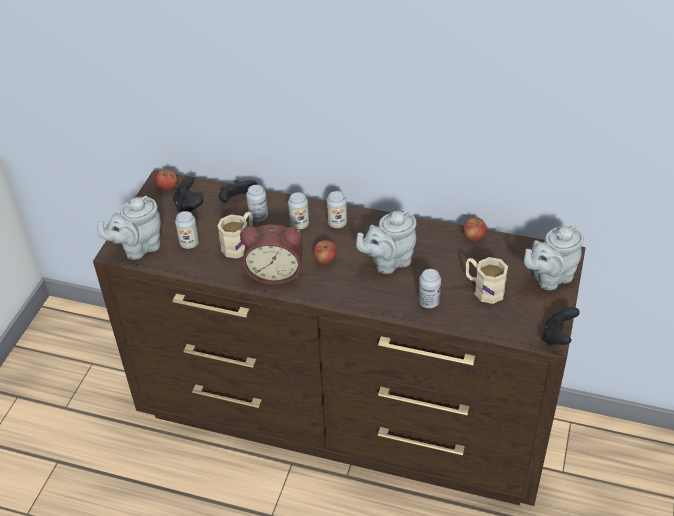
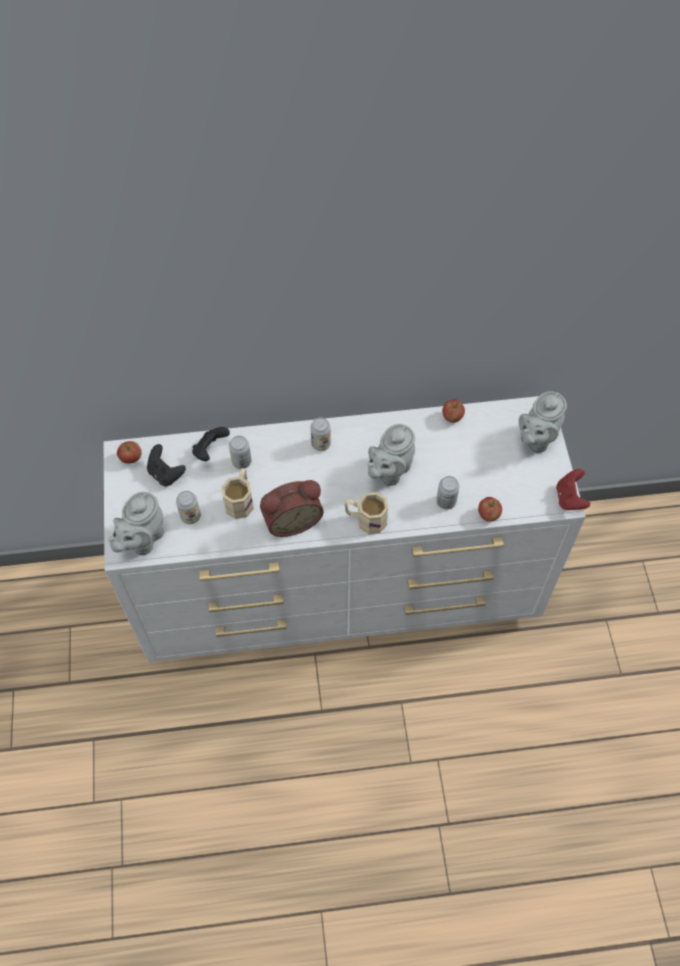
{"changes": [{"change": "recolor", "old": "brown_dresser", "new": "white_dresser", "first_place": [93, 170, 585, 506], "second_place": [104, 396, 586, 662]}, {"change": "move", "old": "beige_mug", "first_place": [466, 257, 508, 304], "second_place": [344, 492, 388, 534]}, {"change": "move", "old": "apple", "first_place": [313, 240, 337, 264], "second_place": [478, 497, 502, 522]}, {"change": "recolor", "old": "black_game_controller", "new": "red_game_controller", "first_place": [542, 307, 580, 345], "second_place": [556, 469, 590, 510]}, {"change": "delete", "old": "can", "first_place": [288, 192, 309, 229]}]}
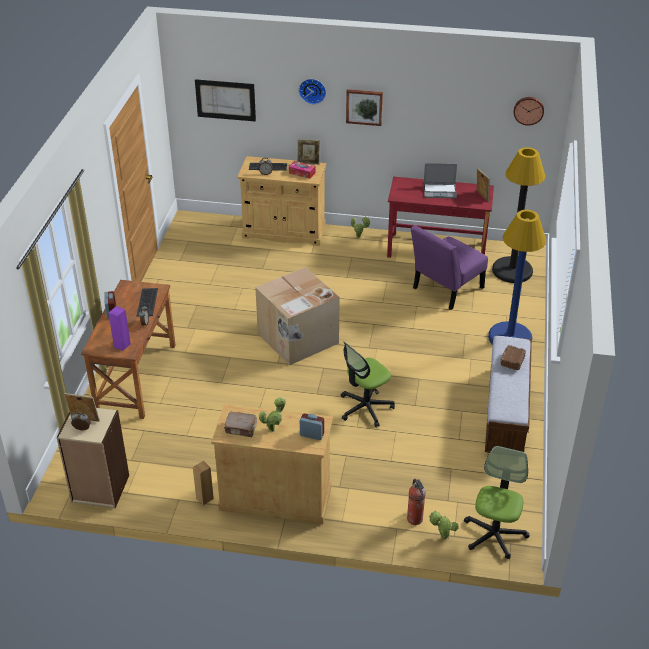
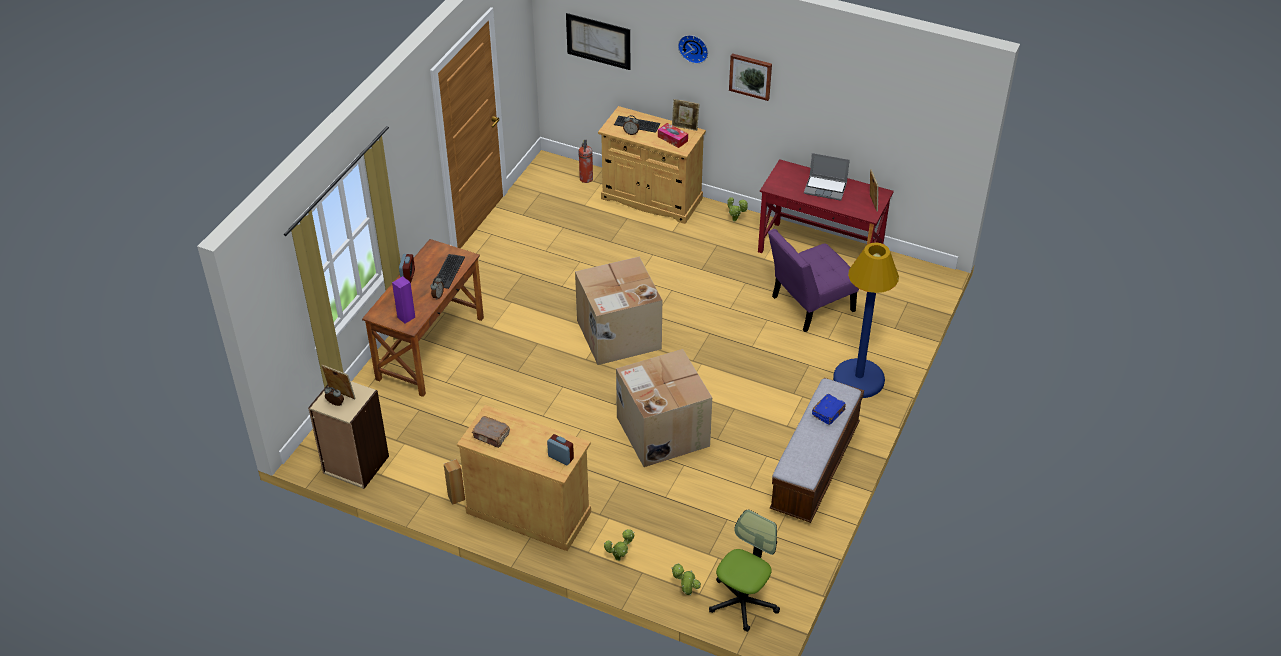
{"changes": [{"change": "move", "old": "fire_extinguisher", "first_place": [407, 479, 426, 525], "second_place": [579, 140, 593, 183]}, {"change": "move", "old": "potted_plant", "first_place": [259, 397, 286, 432], "second_place": [604, 529, 635, 561]}, {"change": "replace", "old": "office_chair", "new": "cardboard_box", "first_place": [341, 341, 395, 427], "second_place": [616, 349, 712, 467]}, {"change": "recolor", "old": "brown_book", "new": "blue_book", "first_place": [500, 345, 526, 370], "second_place": [812, 394, 846, 425]}, {"change": "delete", "old": "black_floor_lamp", "first_place": [492, 147, 545, 283]}, {"change": "delete", "old": "wall_clock", "first_place": [514, 97, 544, 126]}]}
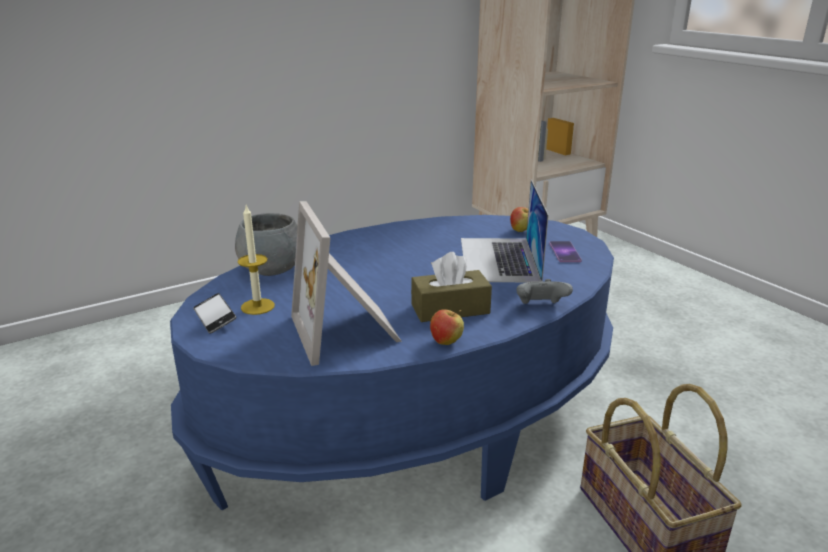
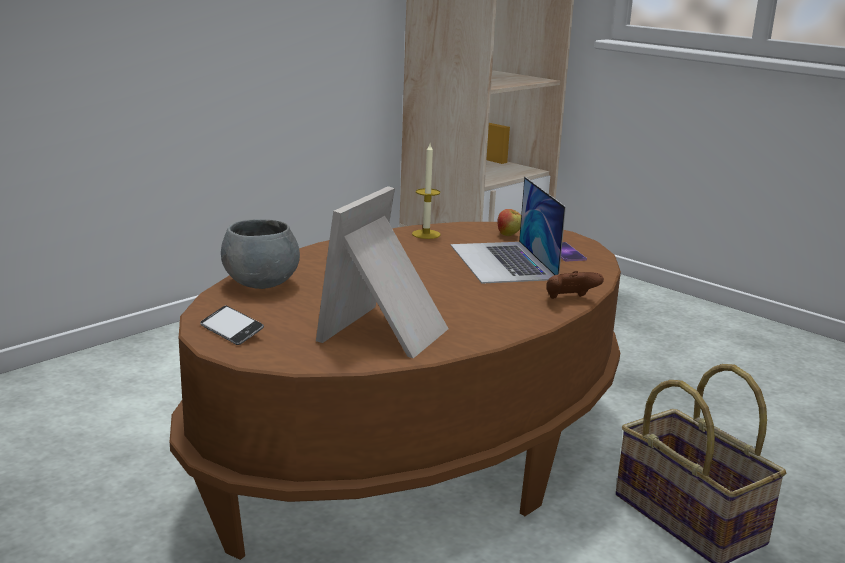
{"changes": [{"change": "recolor", "old": "blue_coffee_table", "new": "brown_coffee_table", "first_place": [170, 215, 614, 510], "second_place": [170, 222, 621, 560]}, {"change": "rotate", "old": "picture_frame", "first_place": [291, 201, 402, 366], "second_place": [316, 186, 449, 358], "degrees": 60}, {"change": "move", "old": "candle", "first_place": [238, 206, 275, 315], "second_place": [412, 144, 440, 239]}, {"change": "recolor", "old": "grey_game_controller", "new": "brown_game_controller", "first_place": [517, 279, 573, 304], "second_place": [546, 271, 604, 299]}, {"change": "delete", "old": "brown_tissue_box", "first_place": [411, 252, 492, 322]}, {"change": "delete", "old": "apple", "first_place": [430, 309, 464, 345]}]}
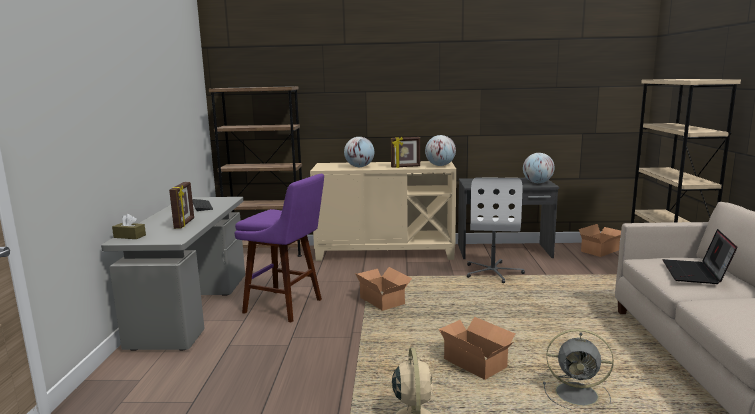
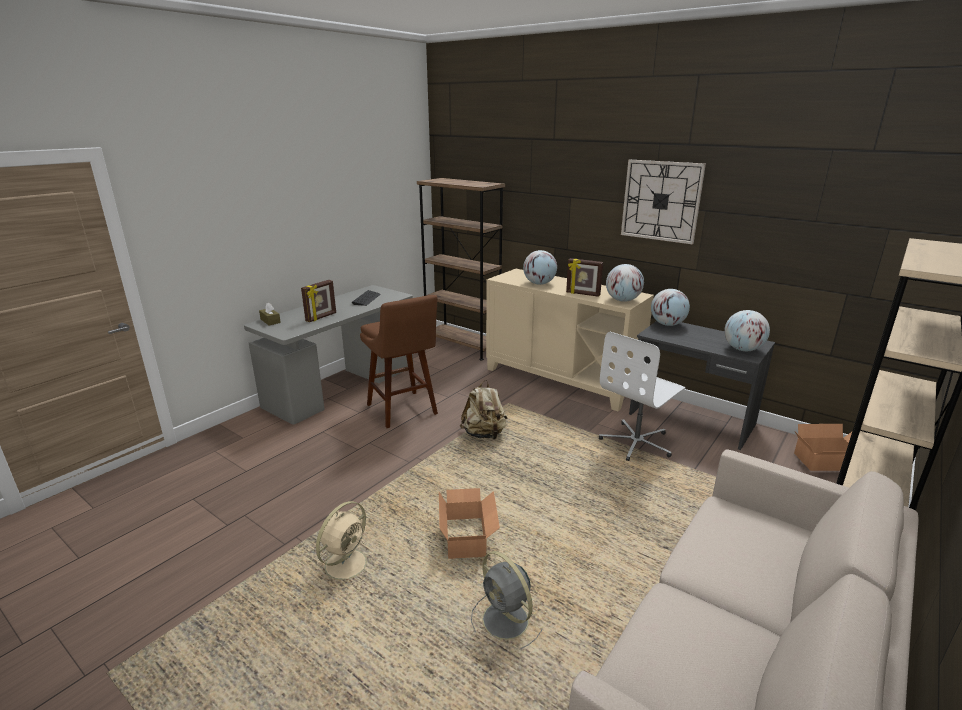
{"changes": [{"change": "recolor", "old": "purple_stool", "new": "brown_stool", "first_place": [235, 174, 324, 323], "second_place": [360, 295, 438, 428]}, {"change": "replace", "old": "cardboard_box", "new": "beige_backpack", "first_place": [355, 267, 412, 311], "second_place": [460, 380, 508, 440]}, {"change": "insert", "new": "wall_clock", "second_place": [621, 160, 706, 244]}, {"change": "insert", "new": "globe", "second_place": [651, 289, 690, 326]}, {"change": "delete", "old": "laptop", "first_place": [662, 229, 737, 284]}]}
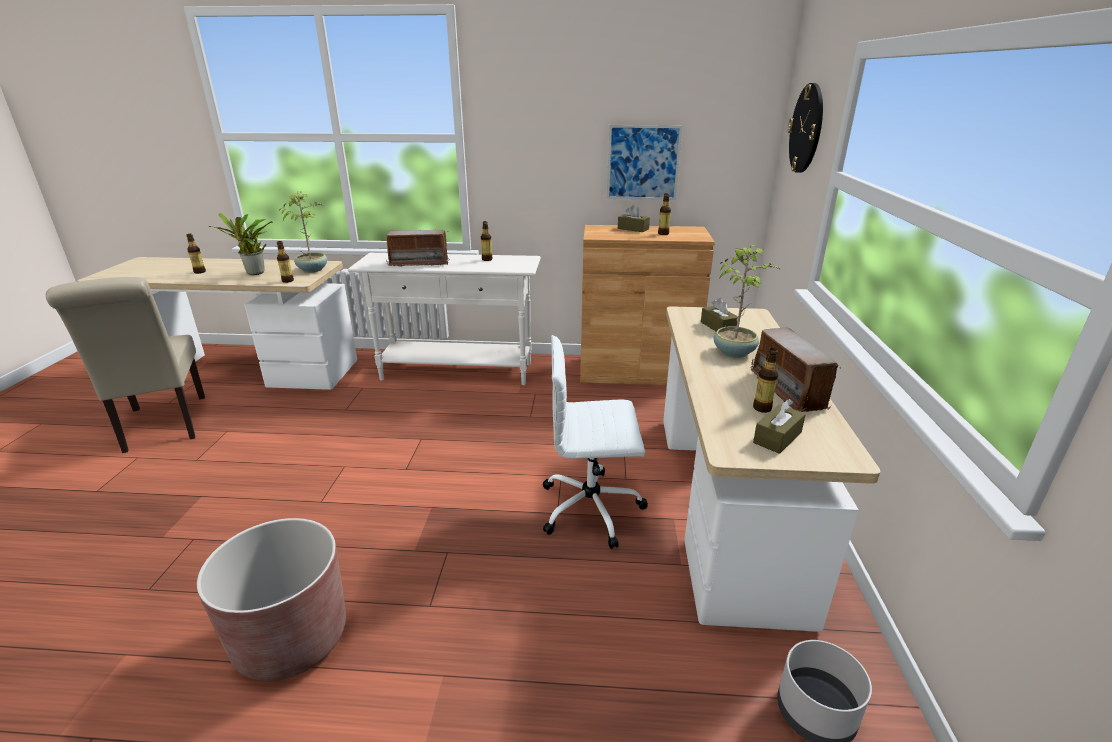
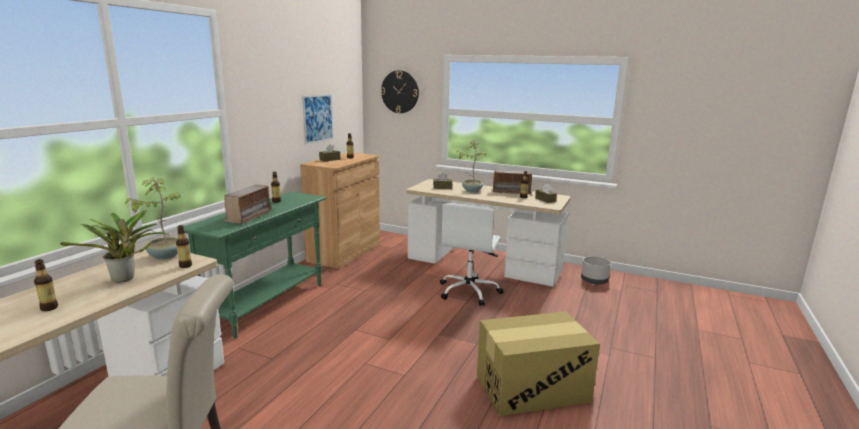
{"changes": [{"change": "recolor", "old": "white_console_table", "new": "green_console_table", "first_place": [348, 253, 541, 385], "second_place": [177, 192, 326, 339]}, {"change": "replace", "old": "brown_planter", "new": "cardboard_box", "first_place": [197, 518, 346, 681], "second_place": [477, 311, 600, 416]}]}
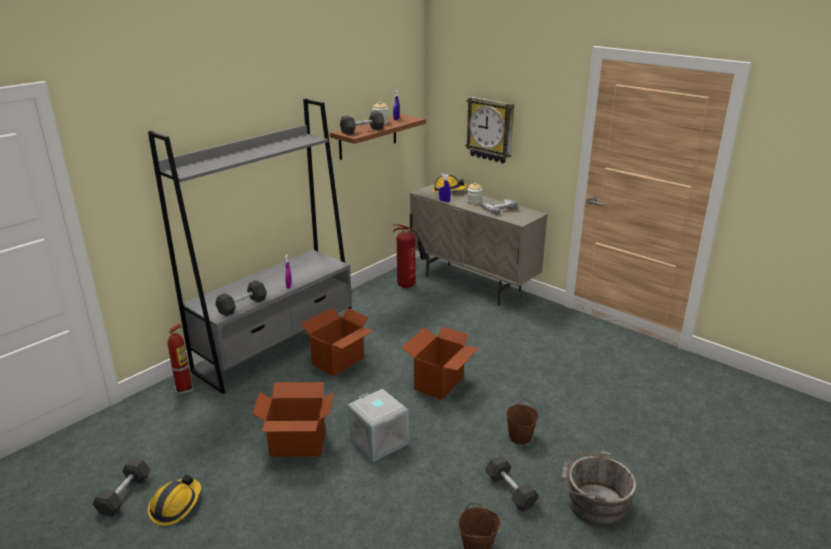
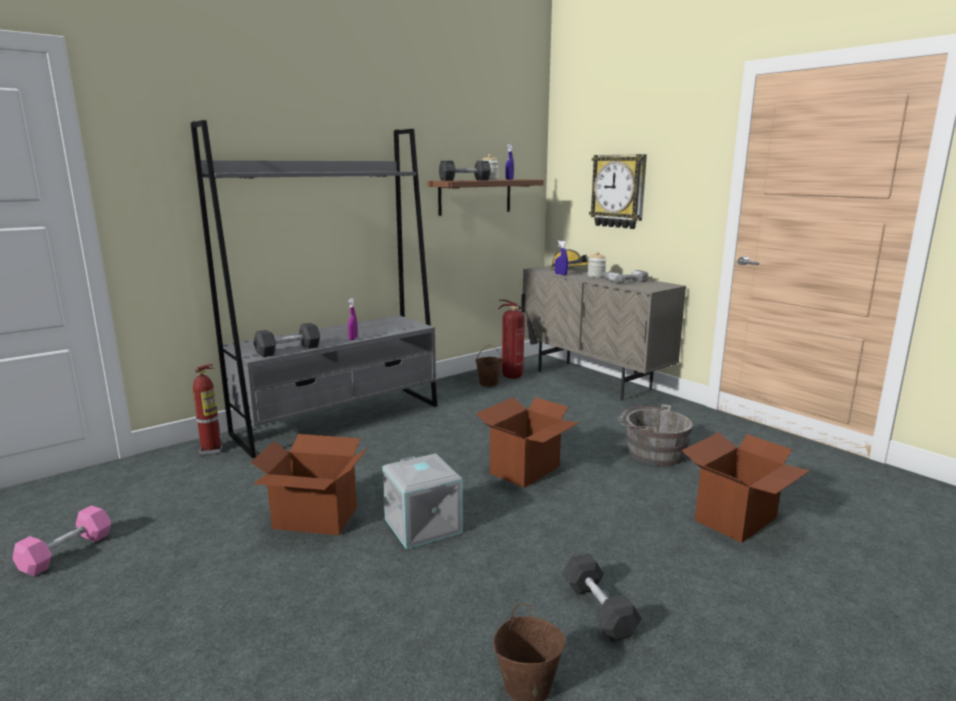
{"changes": [{"change": "recolor", "old": "grey_dumbbell", "new": "pink_dumbbell", "first_place": [93, 458, 150, 517], "second_place": [12, 506, 111, 576]}, {"change": "move", "old": "brown_bucket", "first_place": [506, 399, 538, 445], "second_place": [476, 345, 503, 387]}, {"change": "move", "old": "grey_bucket", "first_place": [561, 451, 637, 527], "second_place": [618, 404, 693, 466]}, {"change": "move", "old": "cardboard_box", "first_place": [300, 308, 373, 377], "second_place": [682, 432, 810, 543]}, {"change": "delete", "old": "hard_hat", "first_place": [148, 475, 201, 526]}]}
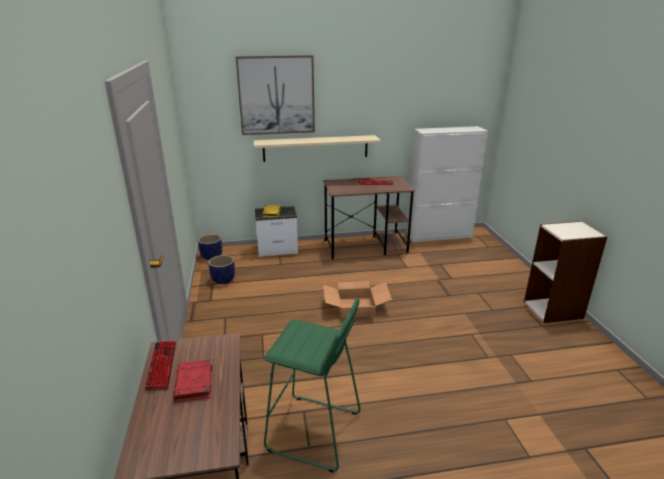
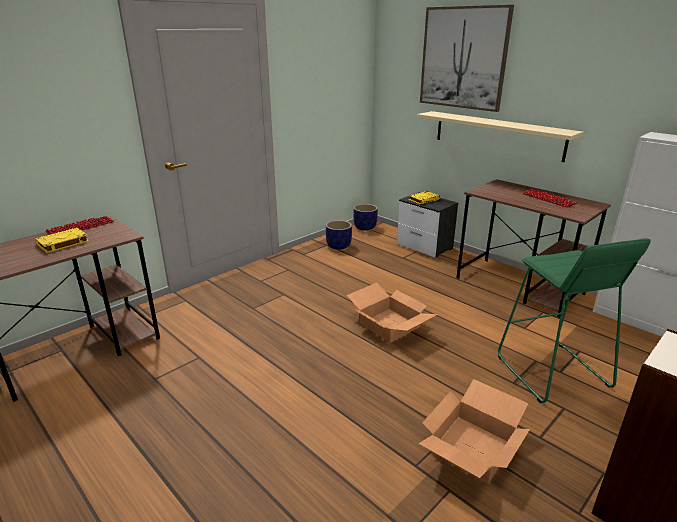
{"changes": [{"change": "recolor", "old": "red_book", "new": "yellow_book", "first_place": [173, 359, 212, 402], "second_place": [35, 228, 89, 253]}, {"change": "insert", "new": "cardboard_box", "second_place": [418, 379, 530, 484]}, {"change": "move", "old": "green_stool", "first_place": [264, 298, 361, 472], "second_place": [498, 238, 650, 403]}]}
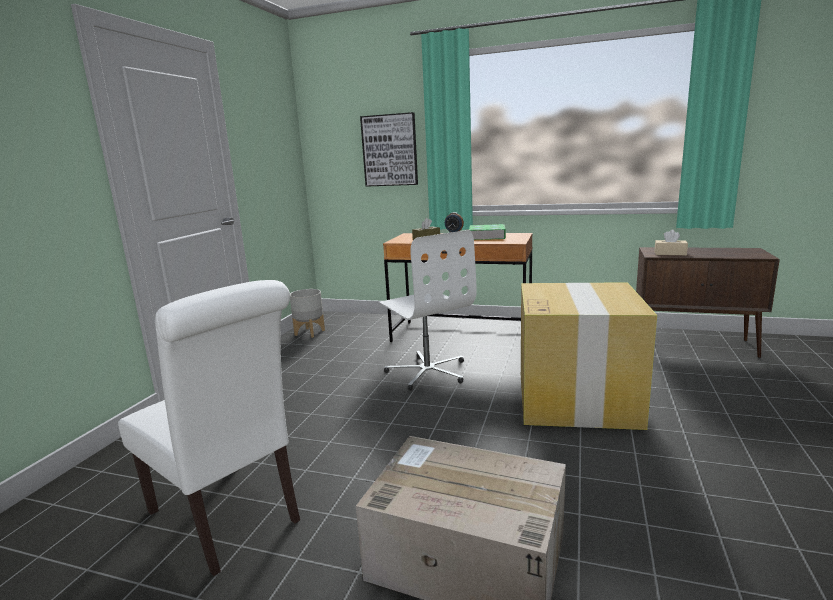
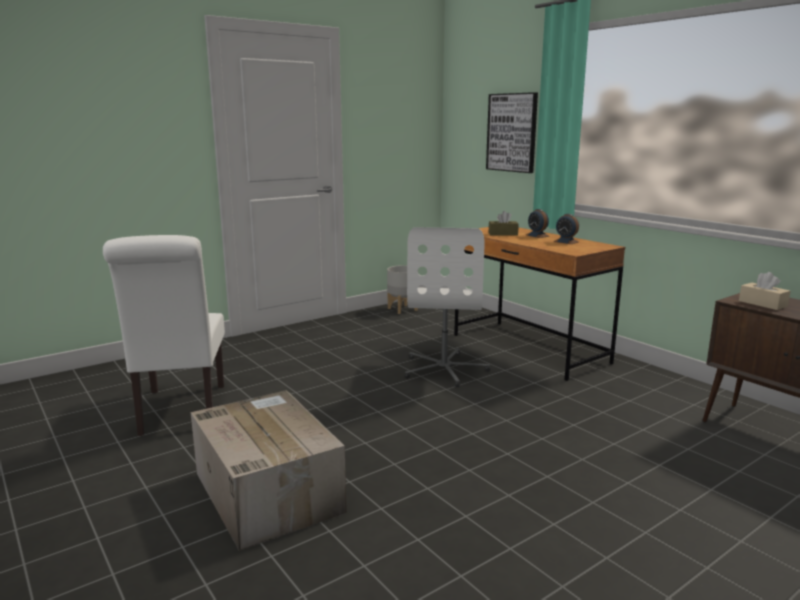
{"changes": [{"change": "replace", "old": "book", "new": "alarm_clock", "first_place": [469, 224, 506, 240], "second_place": [554, 214, 579, 244]}, {"change": "delete", "old": "cardboard_box", "first_place": [521, 282, 657, 430]}]}
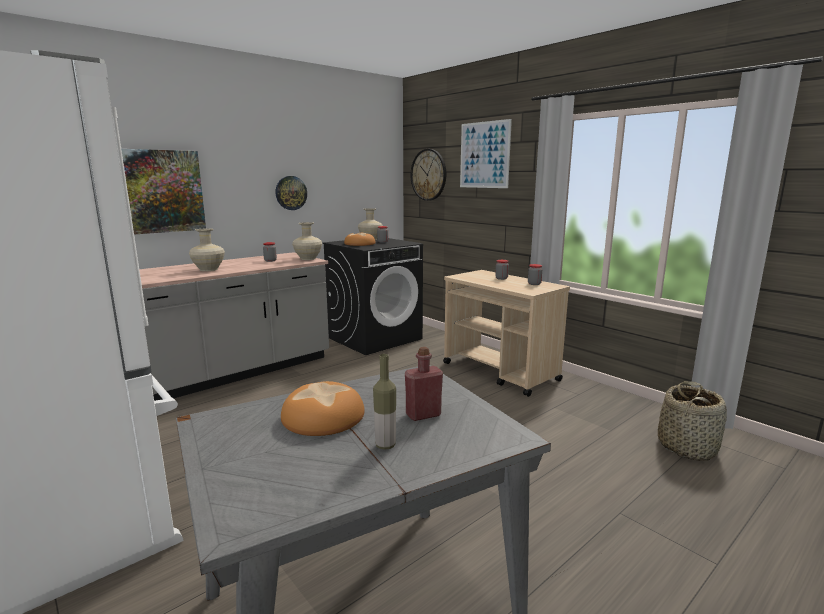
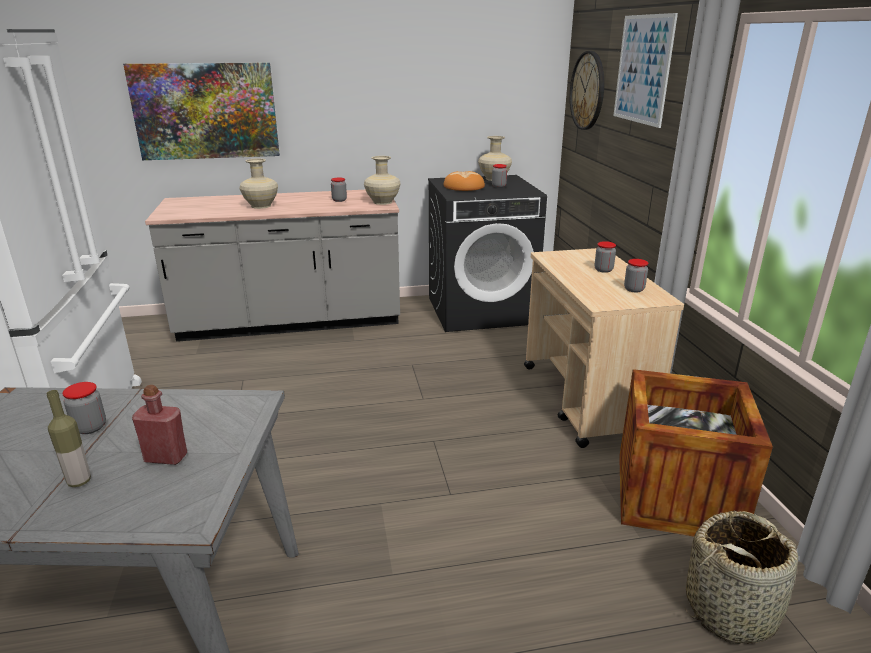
{"changes": [{"change": "replace", "old": "bread", "new": "jar", "first_place": [281, 381, 365, 436], "second_place": [62, 382, 106, 434]}, {"change": "insert", "new": "crate", "second_place": [619, 369, 773, 540]}, {"change": "delete", "old": "wall_clock", "first_place": [276, 176, 307, 210]}]}
